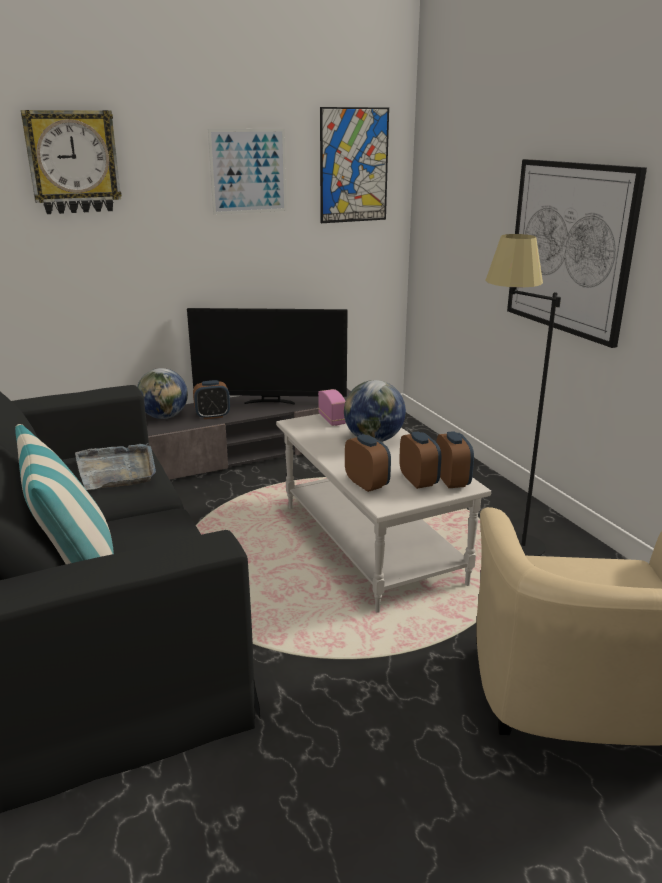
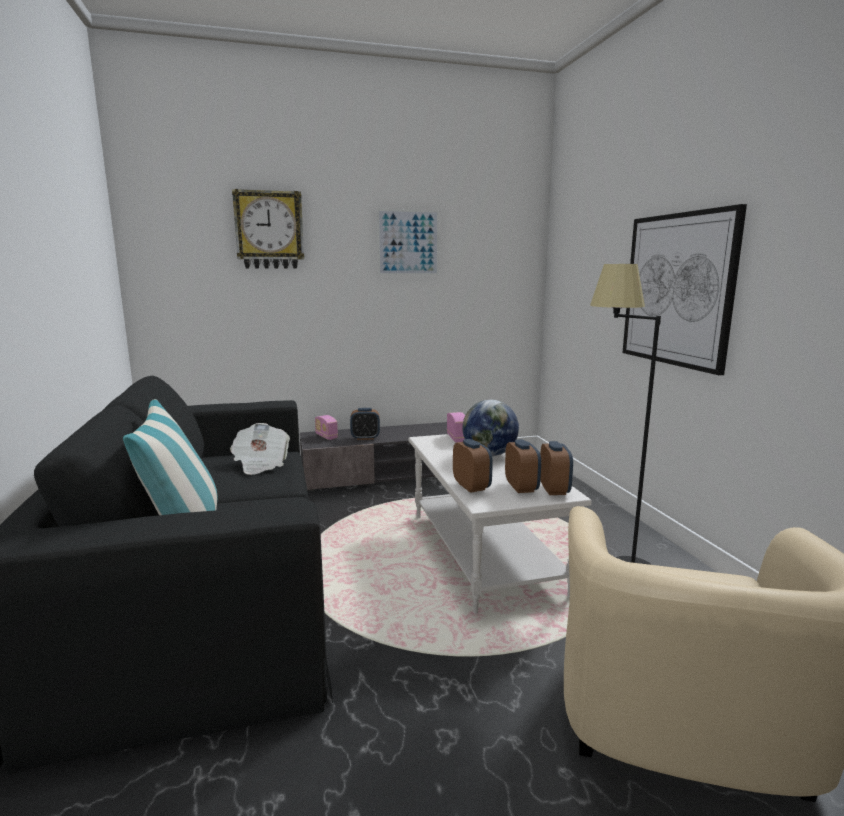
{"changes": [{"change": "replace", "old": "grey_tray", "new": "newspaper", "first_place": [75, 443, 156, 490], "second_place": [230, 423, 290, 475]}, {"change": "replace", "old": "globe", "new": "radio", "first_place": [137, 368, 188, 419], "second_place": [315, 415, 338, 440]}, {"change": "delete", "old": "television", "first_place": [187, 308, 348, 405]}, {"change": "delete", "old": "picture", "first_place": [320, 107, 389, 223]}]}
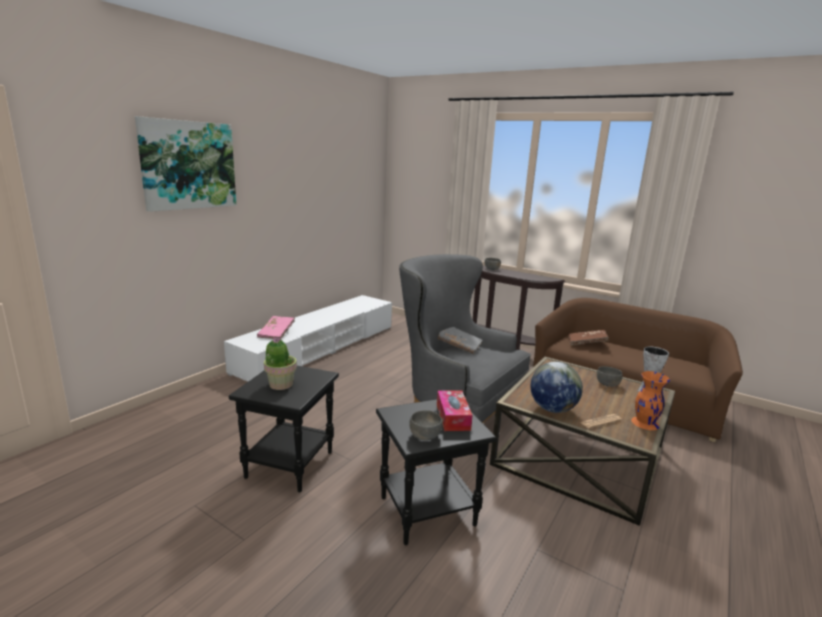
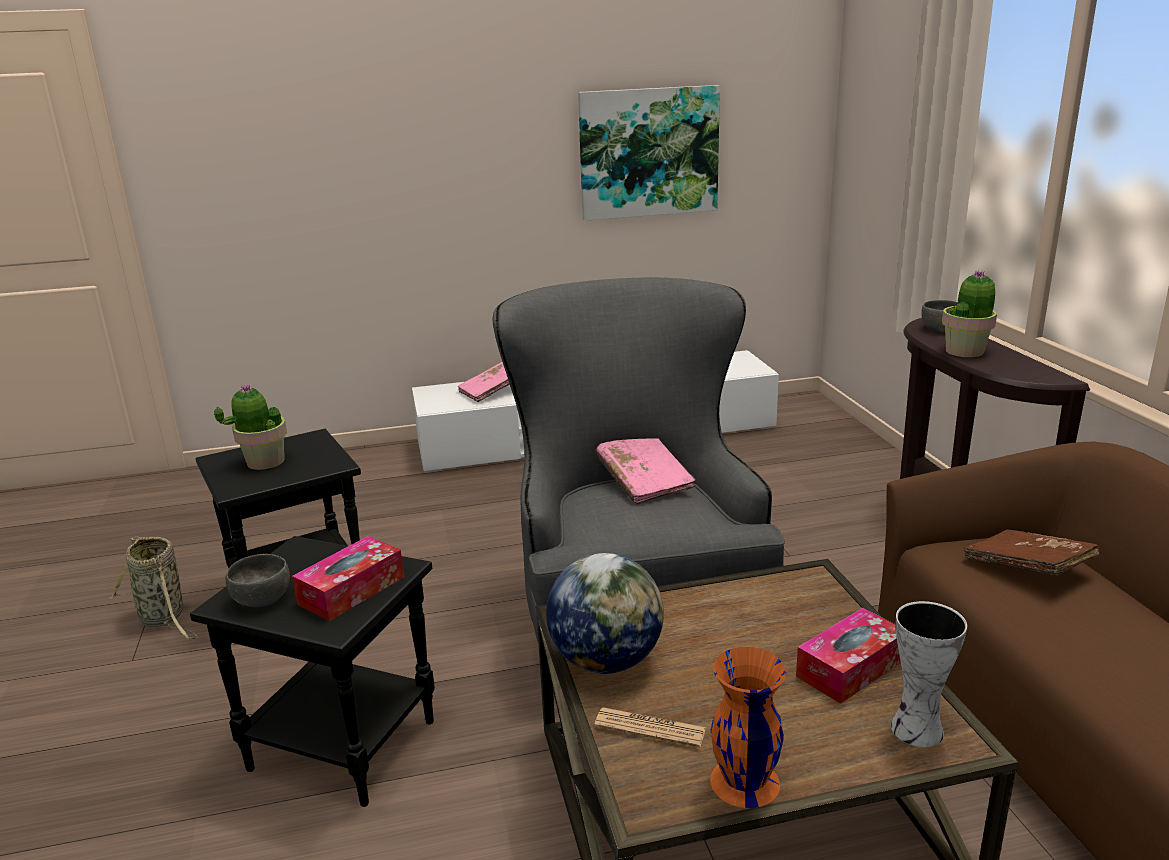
{"changes": [{"change": "insert", "new": "basket", "second_place": [110, 536, 198, 639]}, {"change": "move", "old": "picture", "first_place": [135, 116, 236, 212], "second_place": [578, 85, 720, 221]}, {"change": "recolor", "old": "grey_book", "new": "pink_book", "first_place": [437, 327, 482, 354], "second_place": [595, 438, 696, 505]}, {"change": "replace", "old": "grey_bowl", "new": "tissue_box", "first_place": [597, 366, 623, 387], "second_place": [796, 608, 901, 704]}, {"change": "insert", "new": "potted_plant", "second_place": [942, 270, 997, 357]}]}
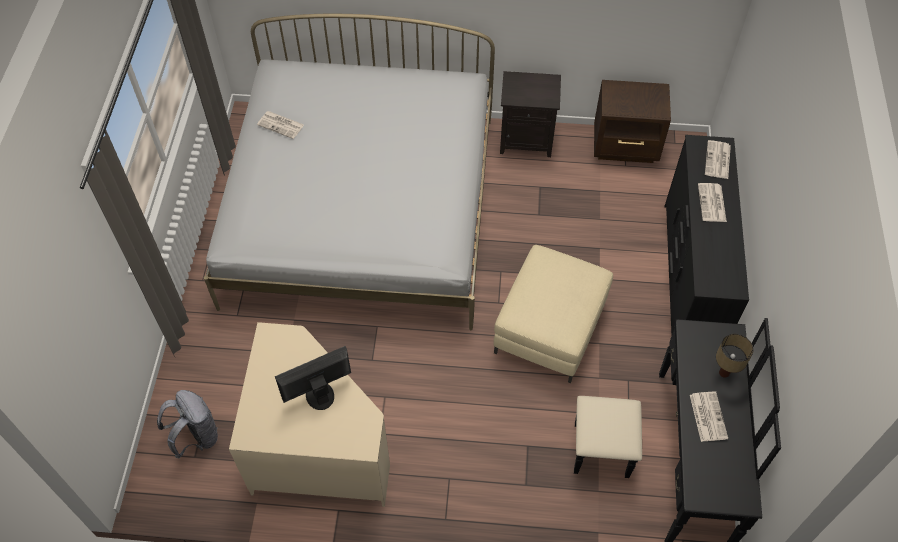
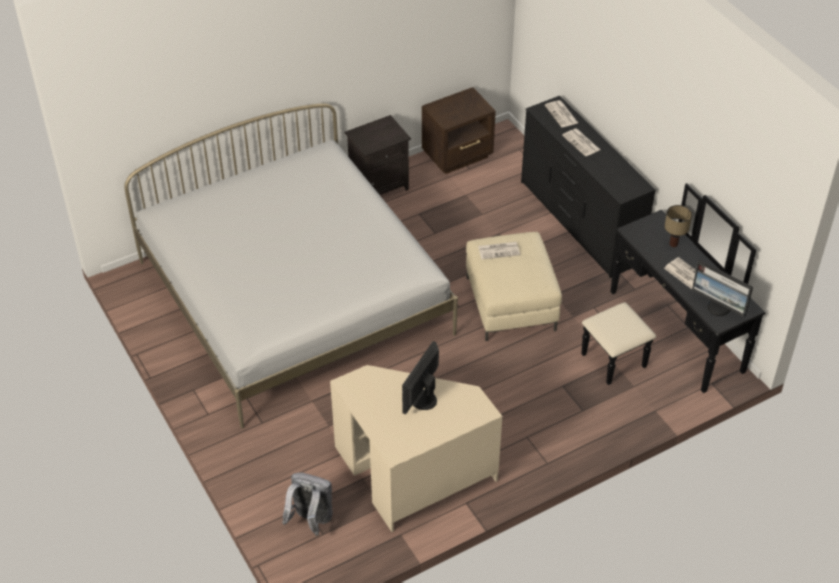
{"changes": [{"change": "move", "old": "newspaper", "first_place": [257, 111, 304, 139], "second_place": [478, 242, 520, 259]}, {"change": "insert", "new": "monitor", "second_place": [692, 260, 753, 317]}]}
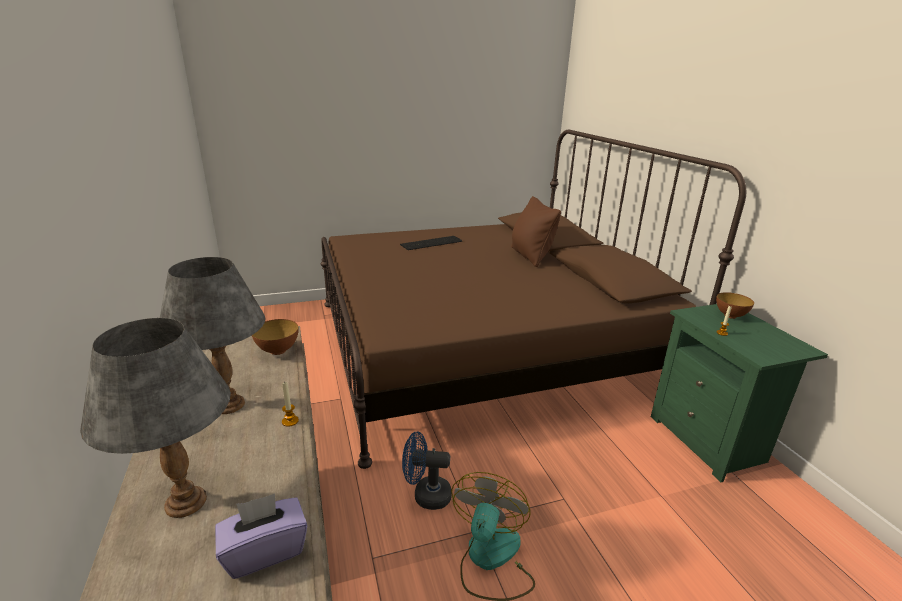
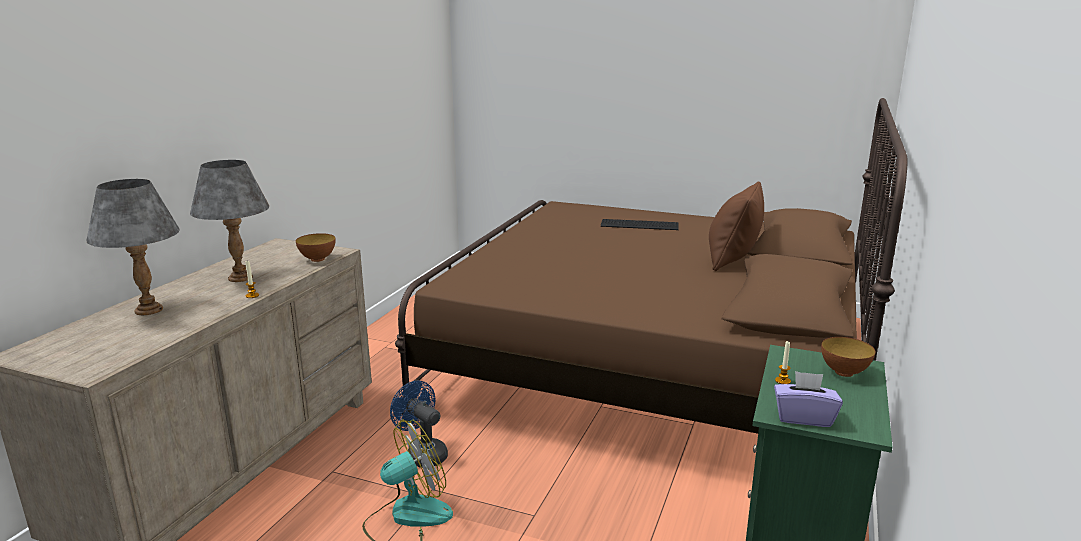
{"changes": [{"change": "move", "old": "purple_tissue_box", "first_place": [215, 493, 308, 579], "second_place": [774, 371, 843, 427]}]}
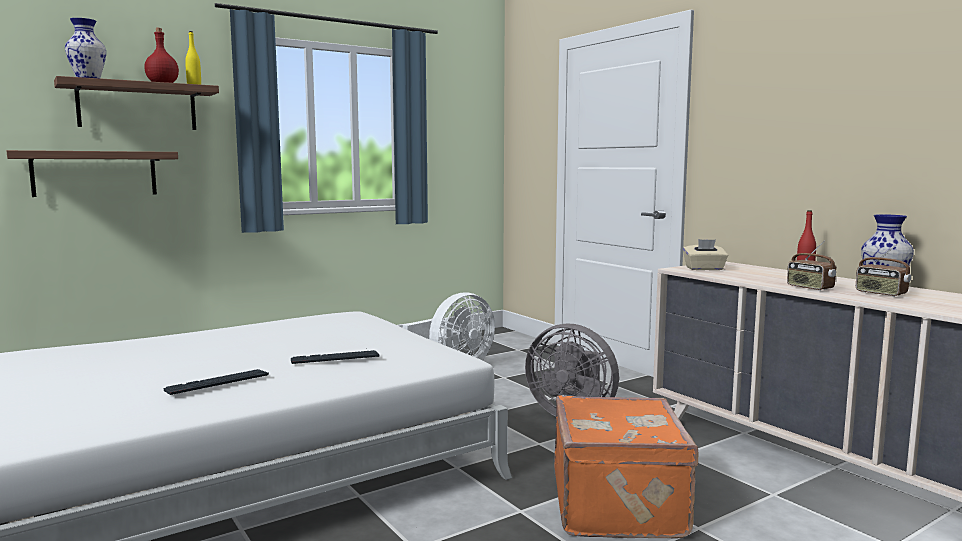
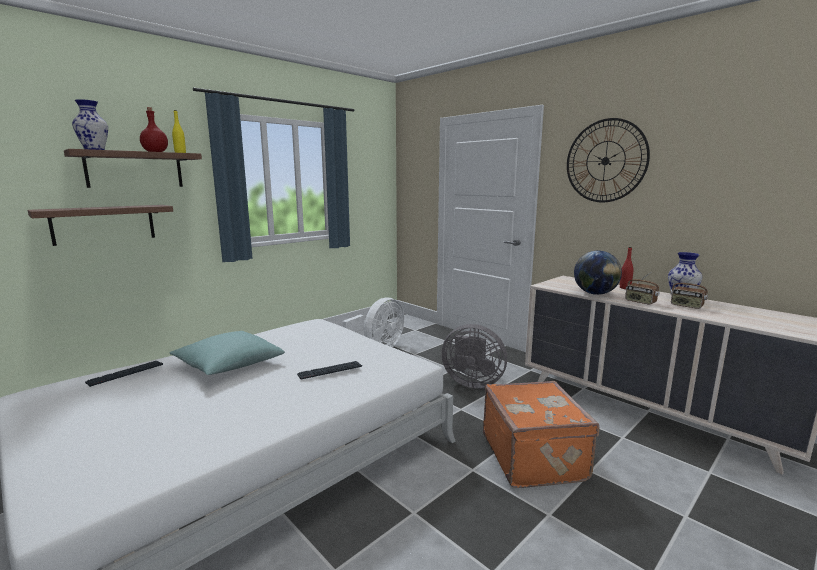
{"changes": [{"change": "move", "old": "keyboard", "first_place": [163, 369, 269, 395], "second_place": [85, 361, 163, 387]}, {"change": "insert", "new": "turquoise_pillow", "second_place": [170, 331, 285, 375]}, {"change": "insert", "new": "wall_clock", "second_place": [567, 118, 650, 202]}, {"change": "insert", "new": "globe", "second_place": [574, 251, 622, 295]}, {"change": "delete", "old": "beige_tissue_box", "first_place": [683, 239, 728, 270]}]}
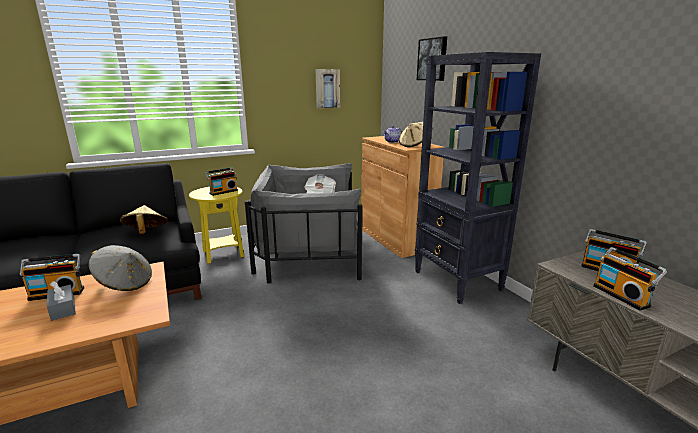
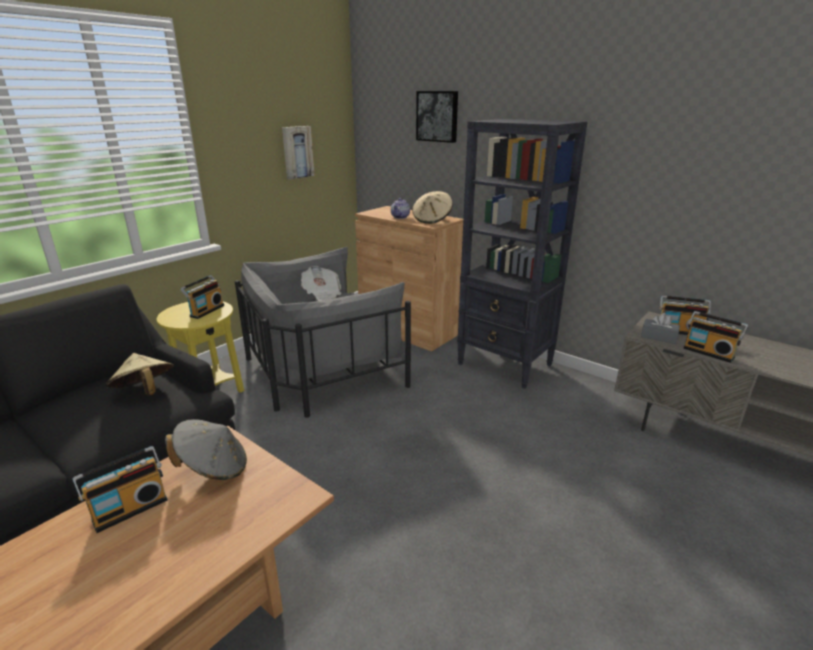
{"changes": [{"change": "move", "old": "grey_tissue_box", "first_place": [47, 281, 76, 321], "second_place": [641, 313, 680, 344]}]}
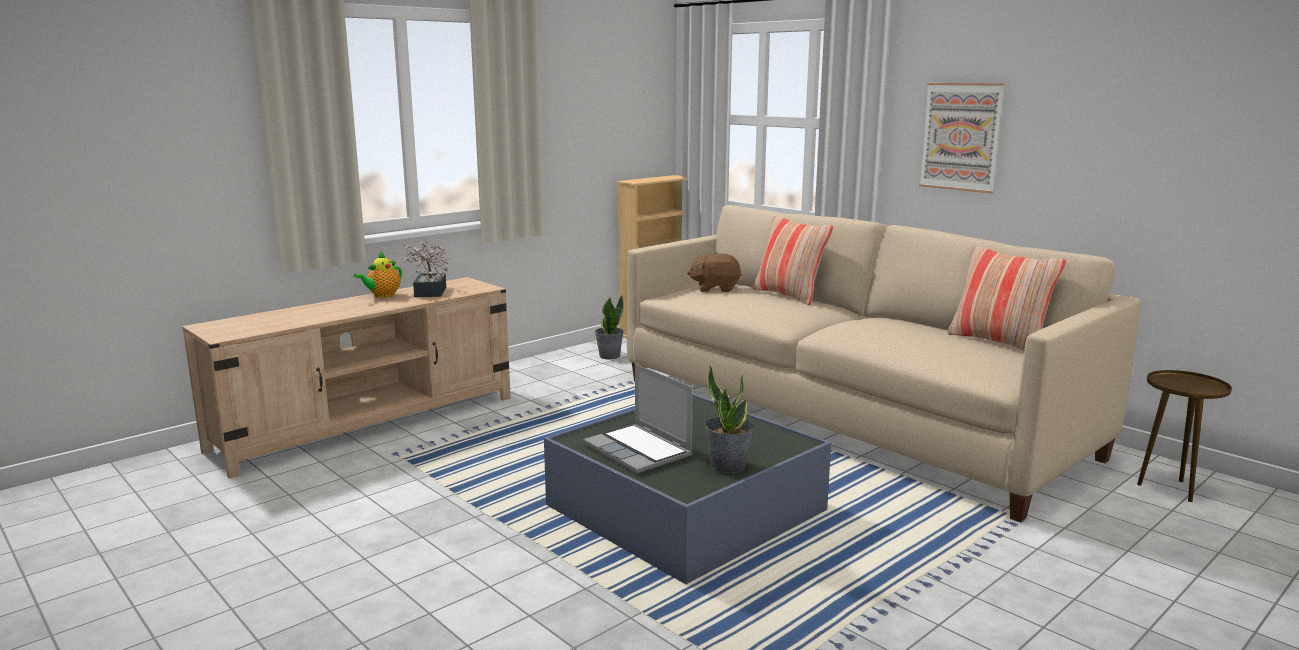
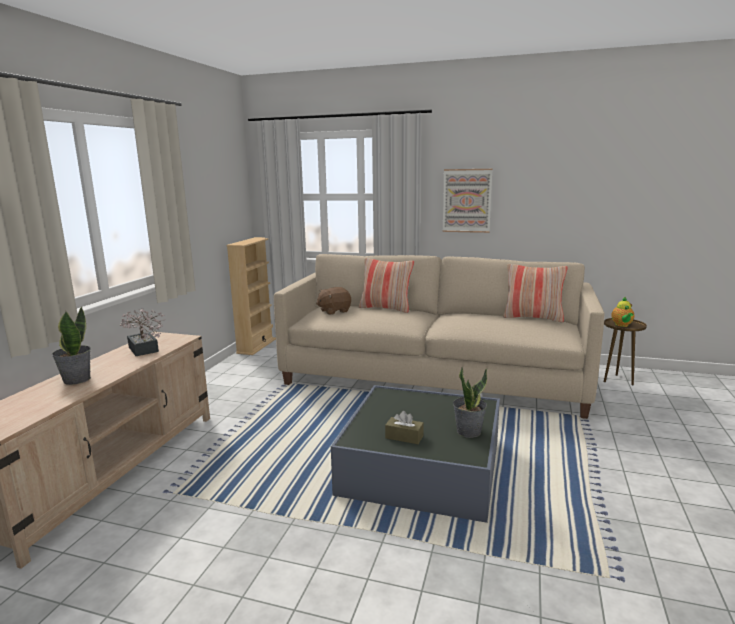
{"changes": [{"change": "move", "old": "potted_plant", "first_place": [595, 296, 624, 360], "second_place": [52, 307, 91, 385]}, {"change": "replace", "old": "laptop", "new": "brown_tissue_box", "first_place": [583, 364, 693, 474], "second_place": [385, 411, 424, 444]}, {"change": "move", "old": "teapot", "first_place": [353, 251, 402, 298], "second_place": [611, 297, 634, 327]}]}
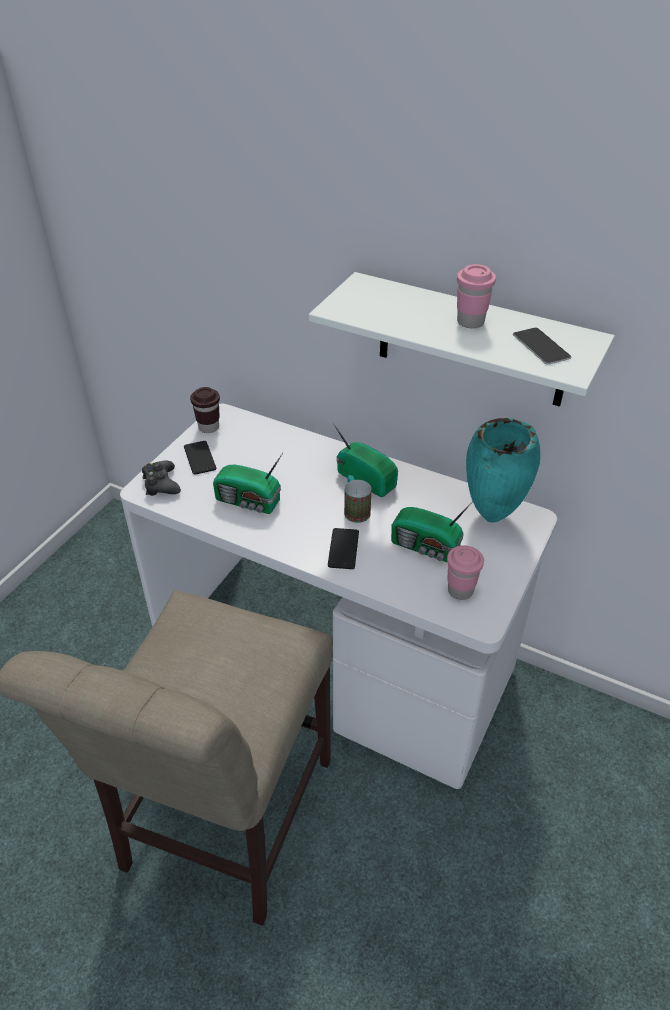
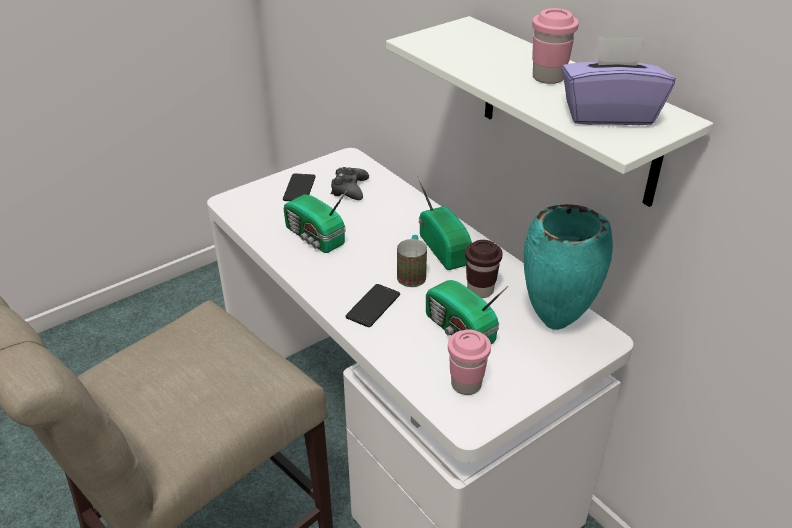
{"changes": [{"change": "move", "old": "black_game_controller", "first_place": [142, 461, 181, 496], "second_place": [331, 167, 369, 200]}, {"change": "move", "old": "brown_cup", "first_place": [190, 387, 220, 433], "second_place": [465, 240, 503, 298]}, {"change": "replace", "old": "phone", "new": "purple_tissue_box", "first_place": [513, 327, 571, 365], "second_place": [562, 36, 675, 125]}]}
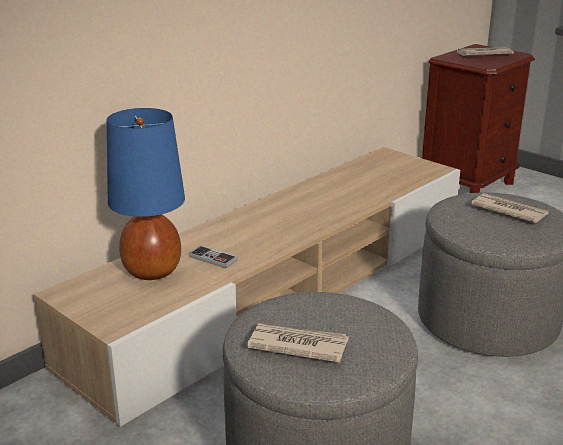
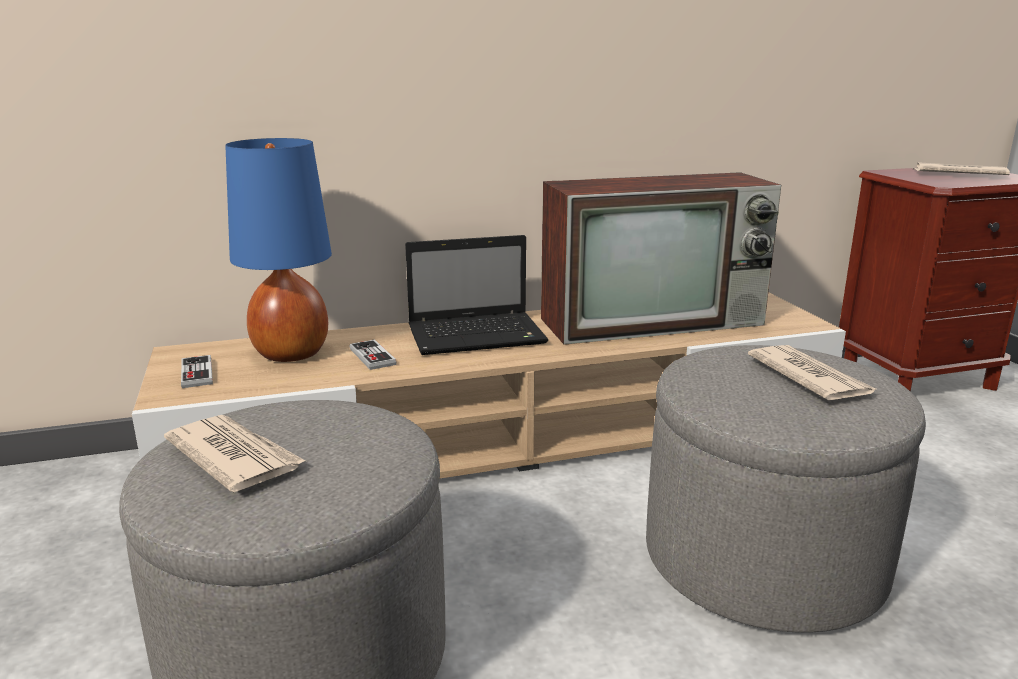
{"changes": [{"change": "insert", "new": "game_controller", "second_place": [181, 355, 213, 388]}, {"change": "insert", "new": "laptop", "second_place": [405, 235, 548, 355]}, {"change": "insert", "new": "television", "second_place": [541, 172, 781, 345]}]}
